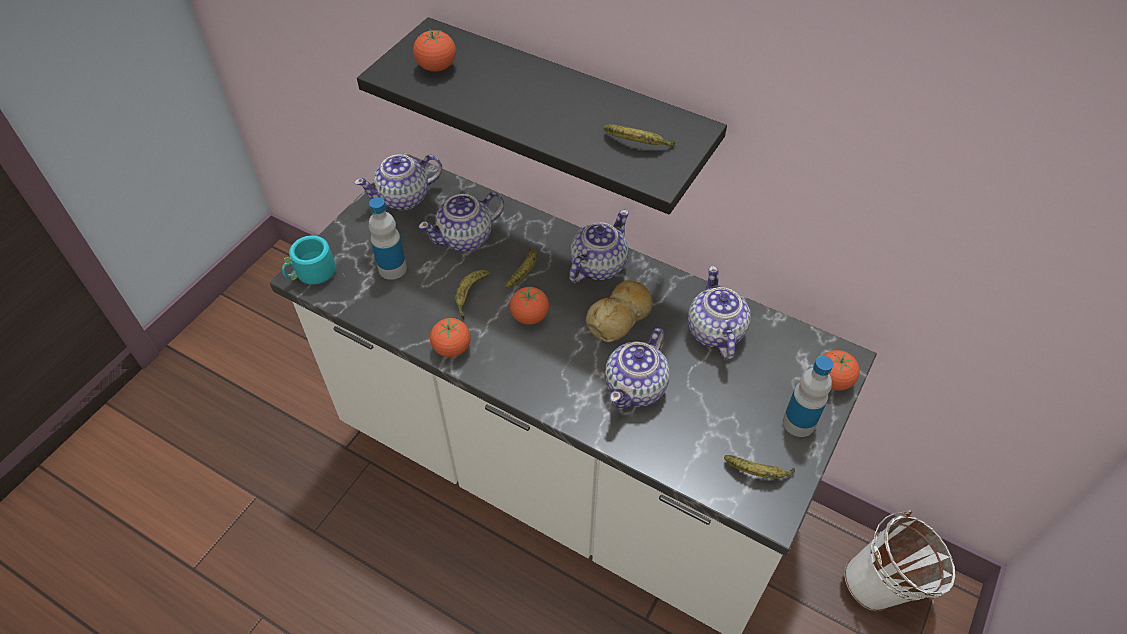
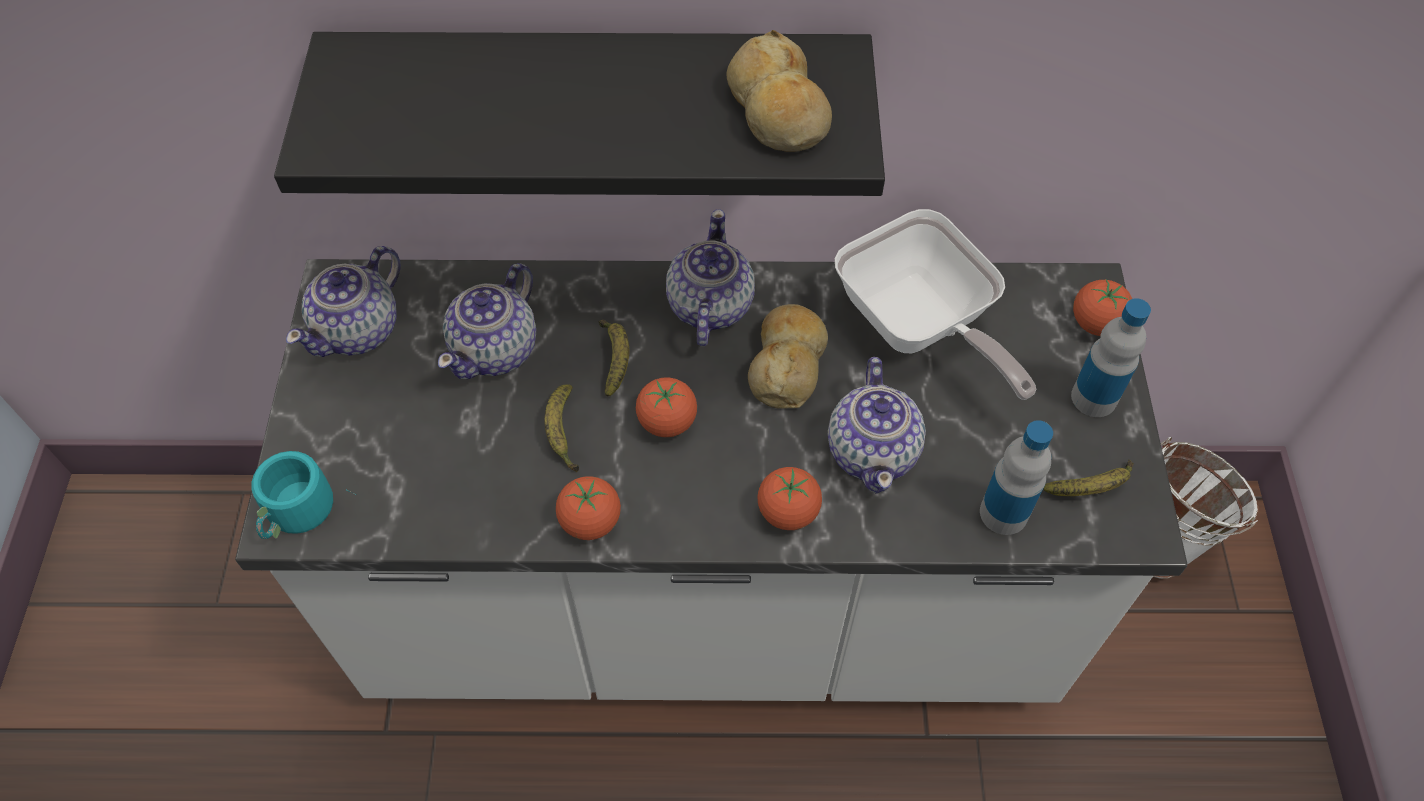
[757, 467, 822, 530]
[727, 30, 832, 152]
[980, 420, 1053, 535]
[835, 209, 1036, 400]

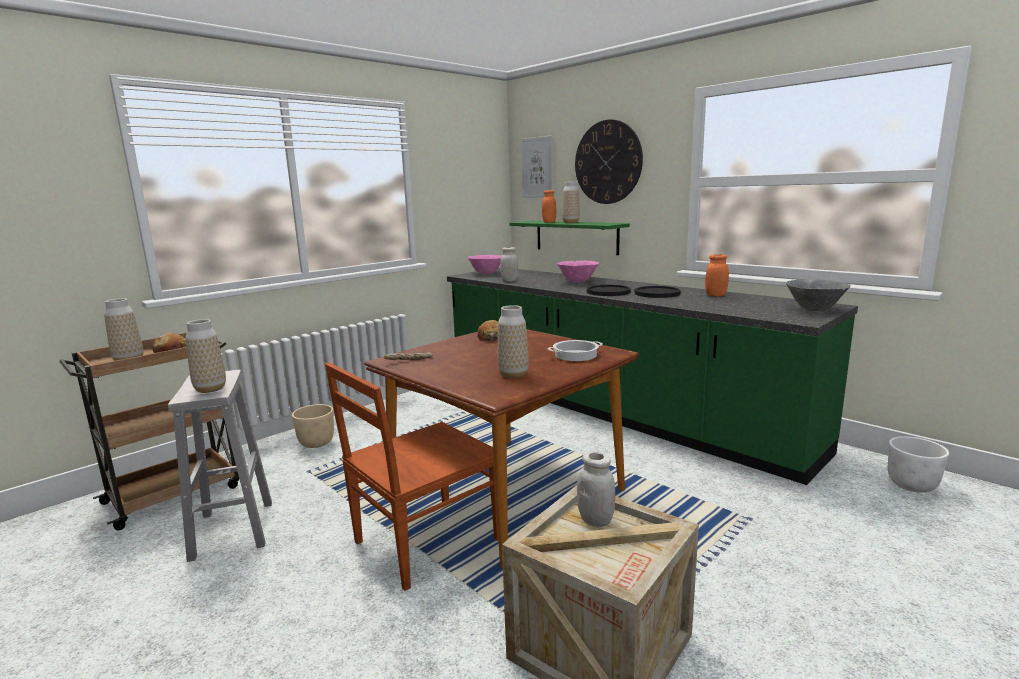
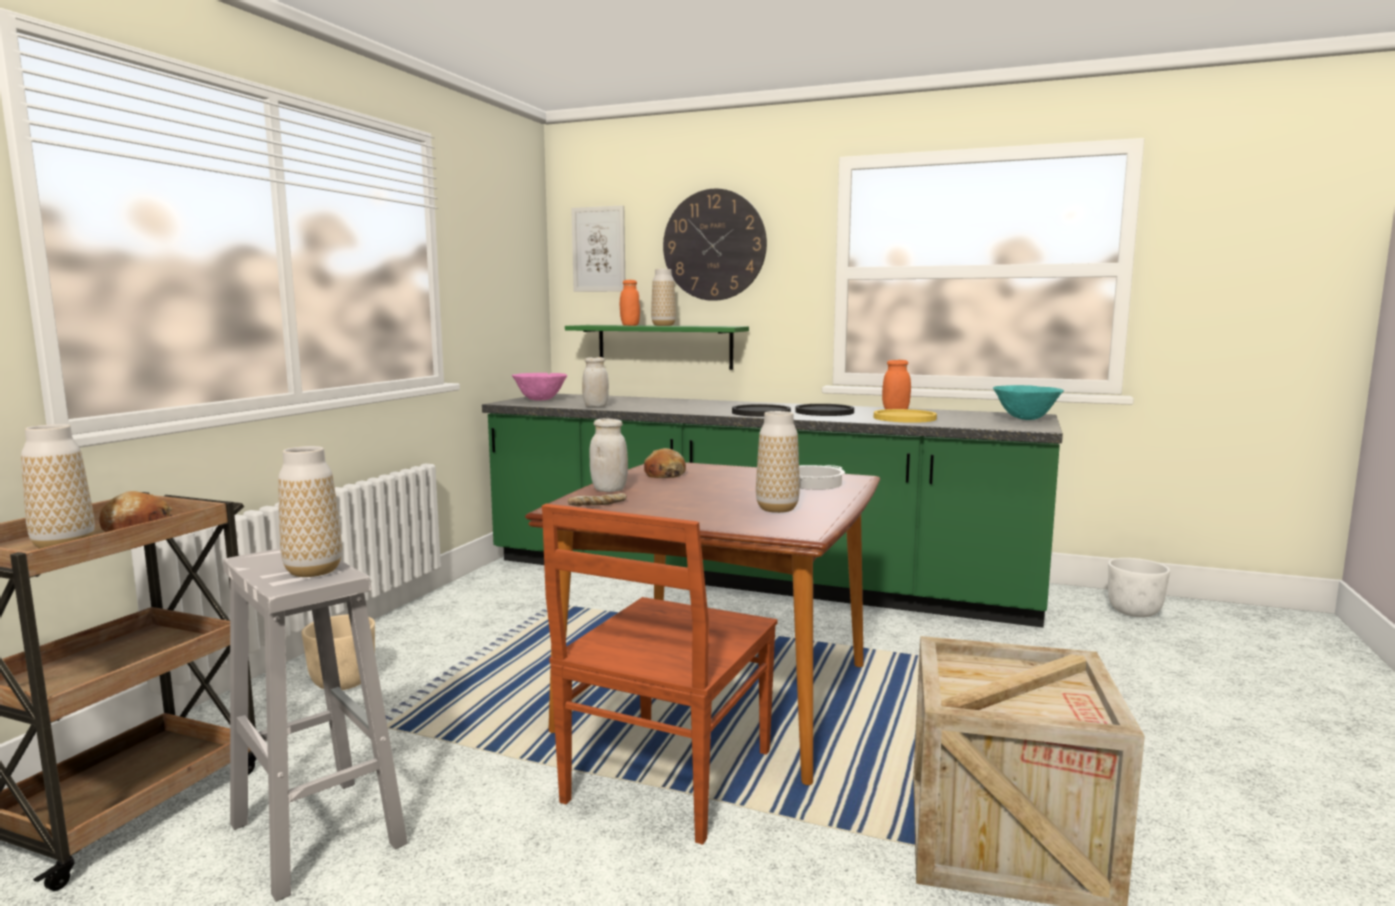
[557, 261, 599, 283] (first image)
[993, 385, 1064, 420]
[589, 418, 628, 492]
[874, 409, 937, 423]

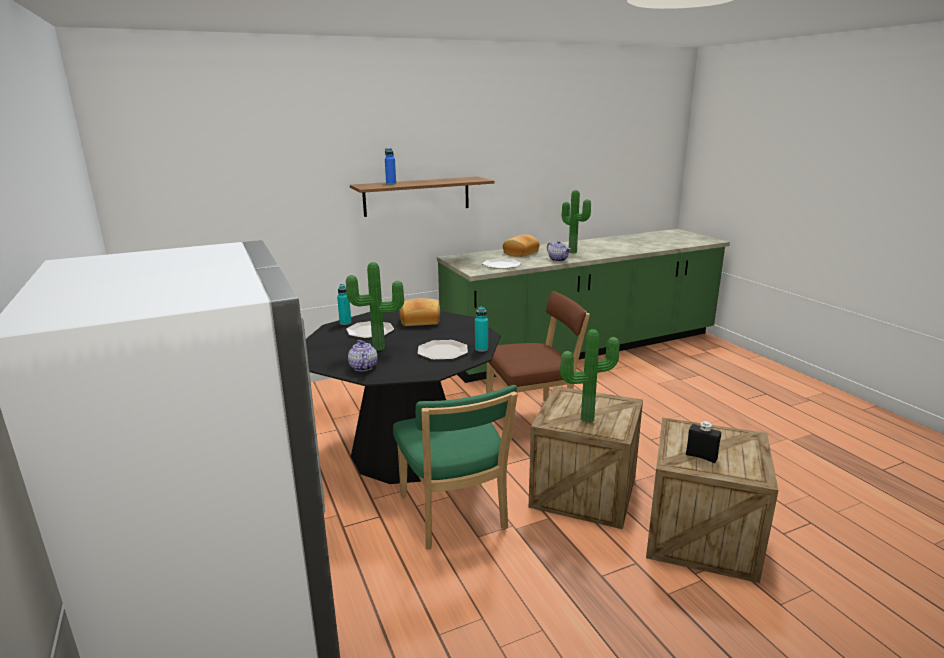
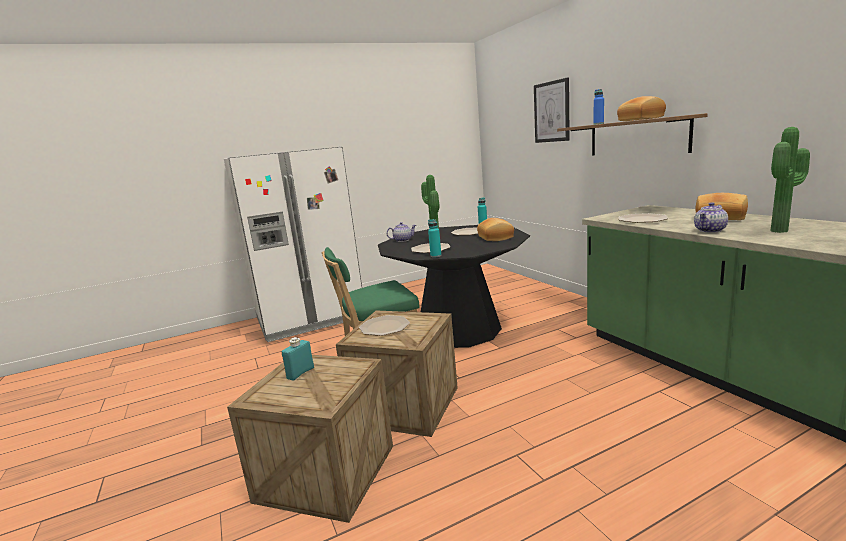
[486, 291, 590, 440] (first image)
[359, 315, 410, 336]
[281, 337, 314, 381]
[534, 77, 570, 143]
[617, 96, 666, 121]

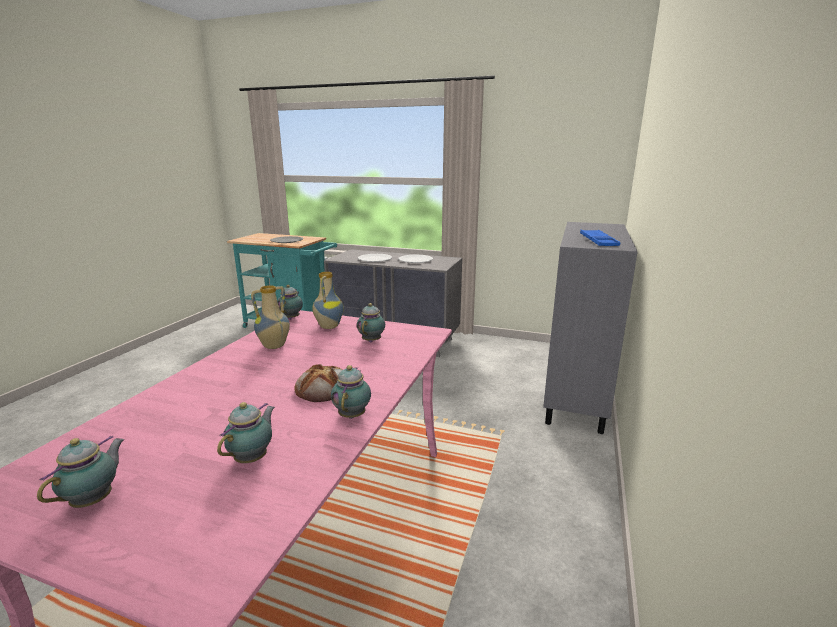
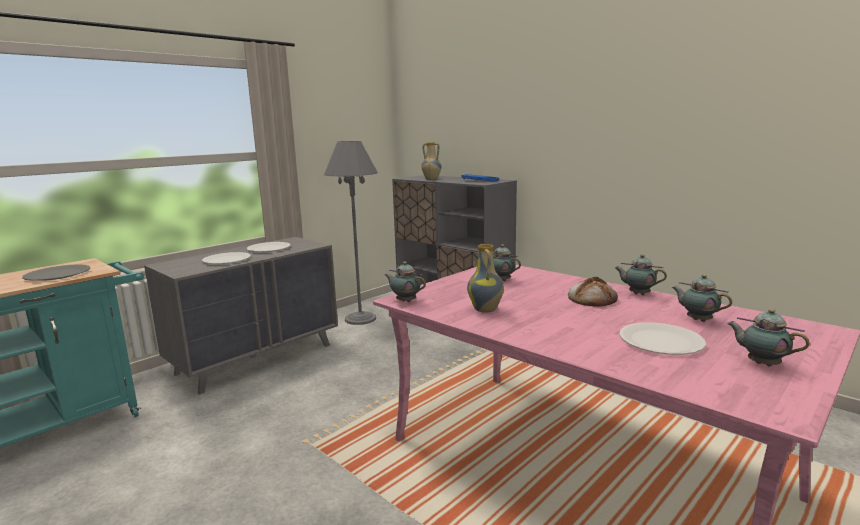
[421, 142, 441, 180]
[324, 141, 378, 325]
[619, 323, 706, 355]

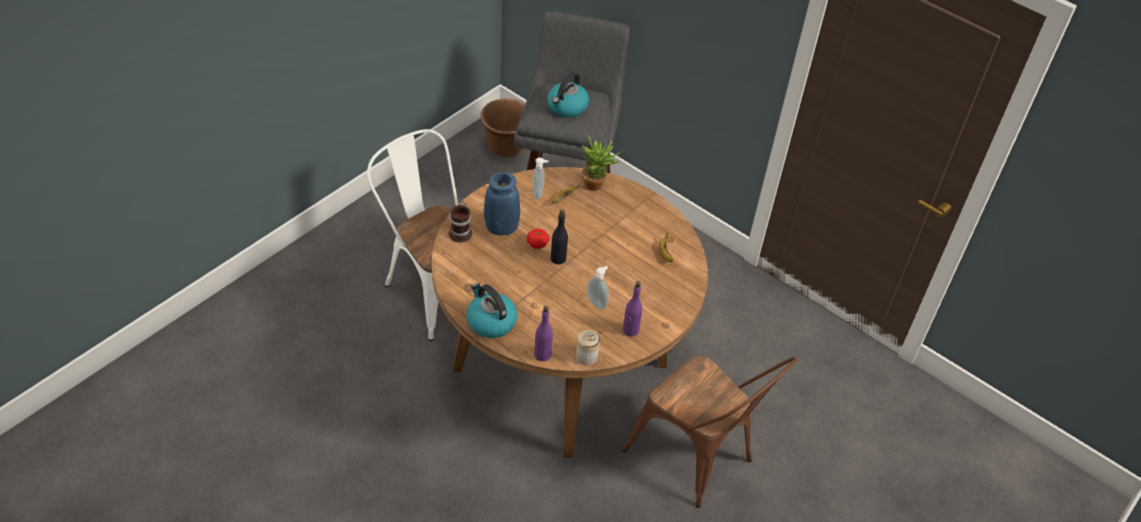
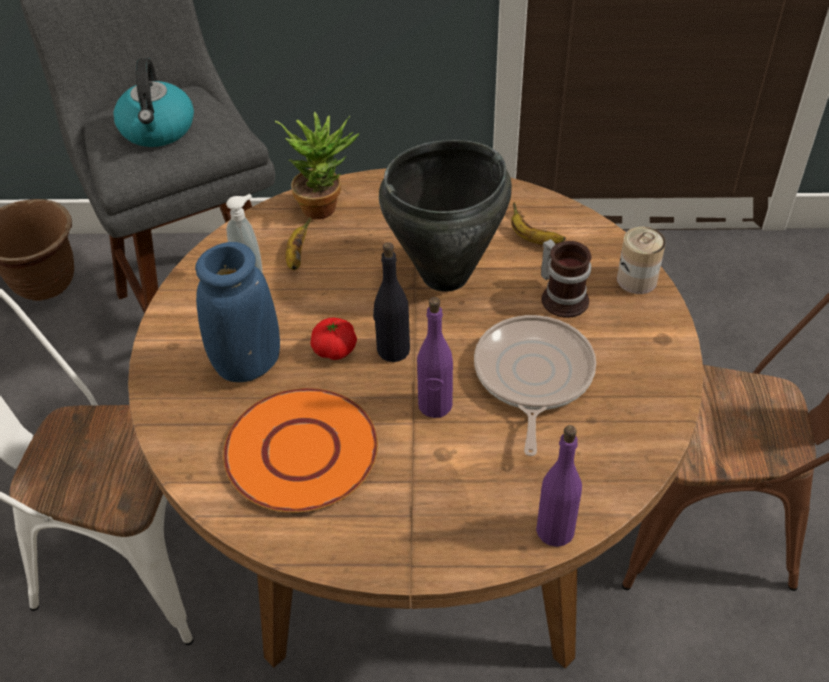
[541, 239, 591, 318]
[474, 315, 596, 456]
[417, 297, 453, 418]
[466, 283, 517, 338] (first image)
[617, 227, 666, 294]
[379, 140, 512, 292]
[223, 388, 378, 513]

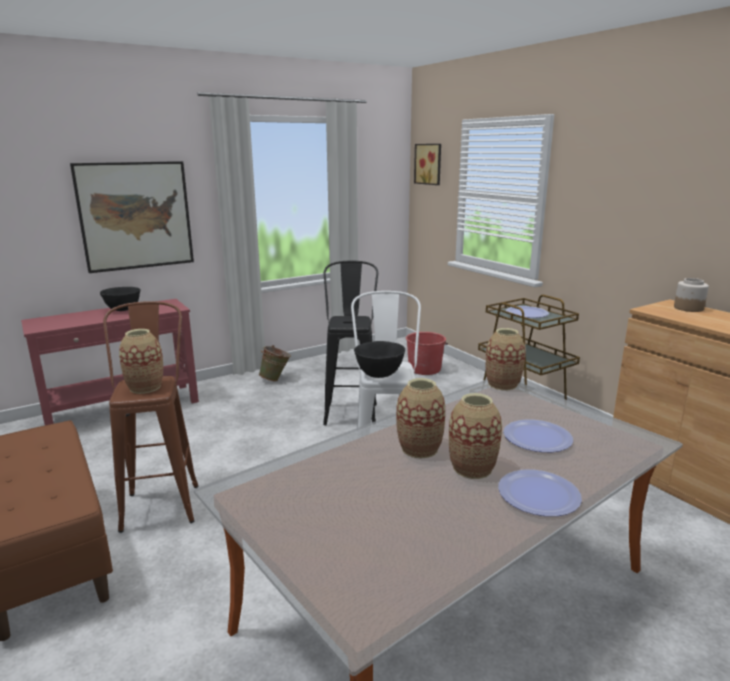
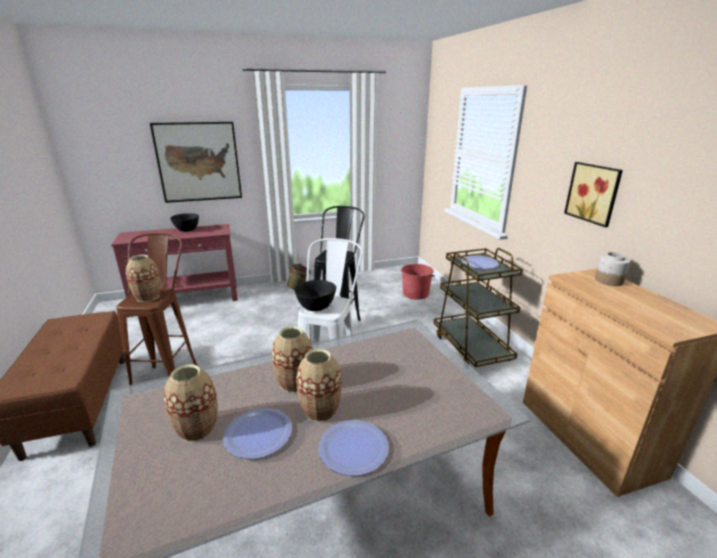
[564, 162, 623, 227]
[164, 364, 218, 442]
[223, 408, 292, 459]

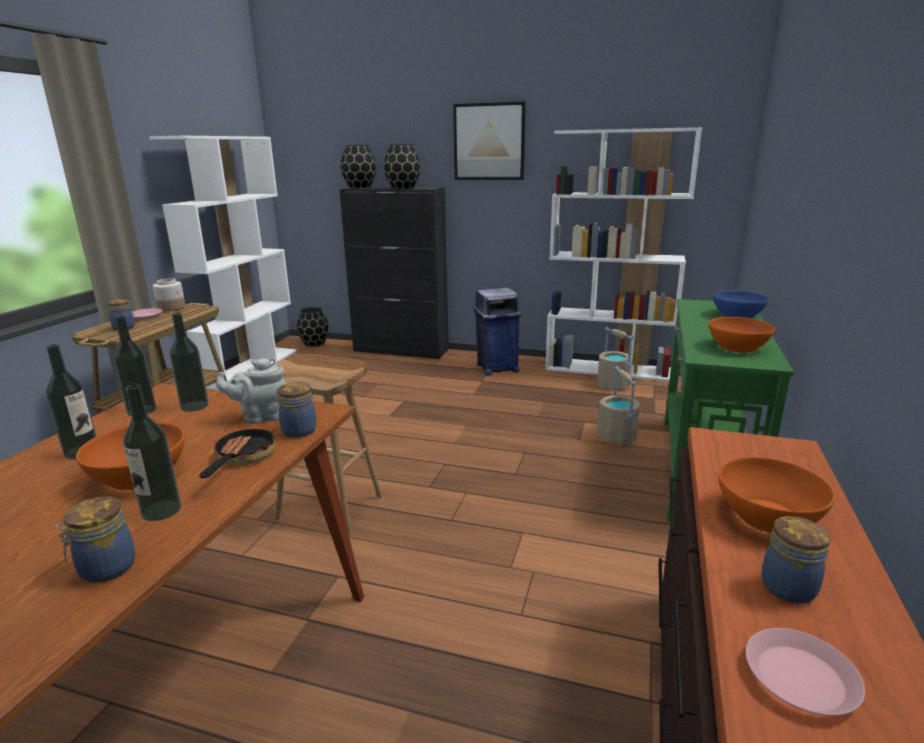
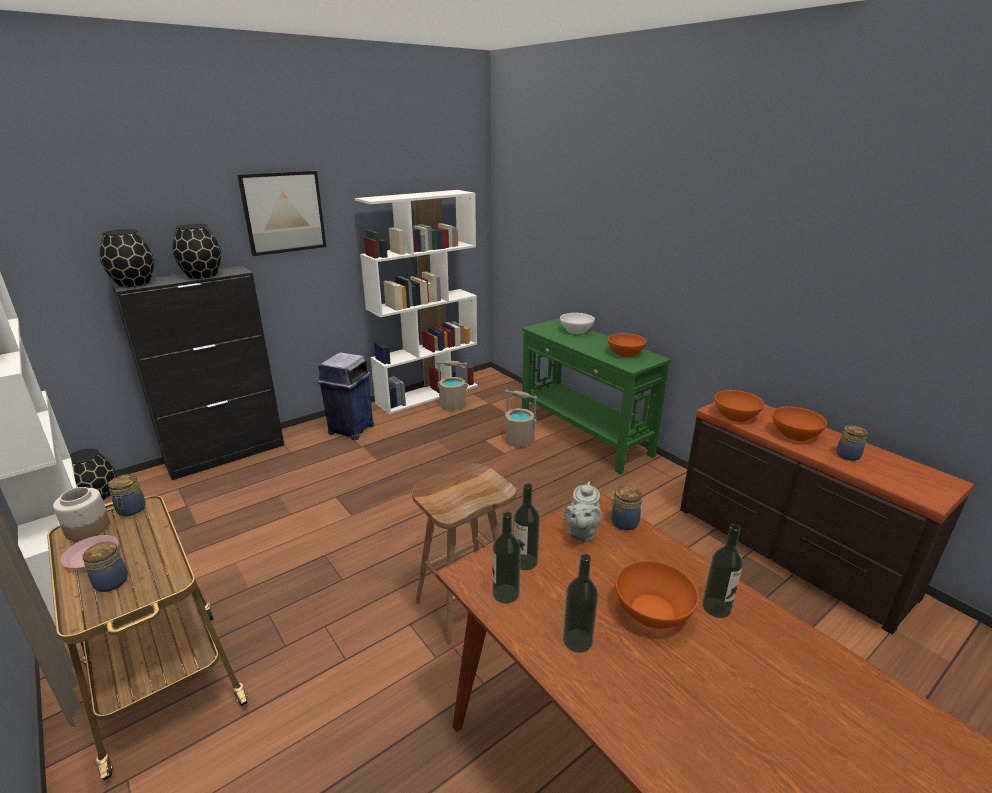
[560, 313, 595, 334]
[199, 425, 276, 478] (first image)
[108, 474, 145, 516]
[746, 628, 865, 716] (first image)
[715, 390, 764, 422]

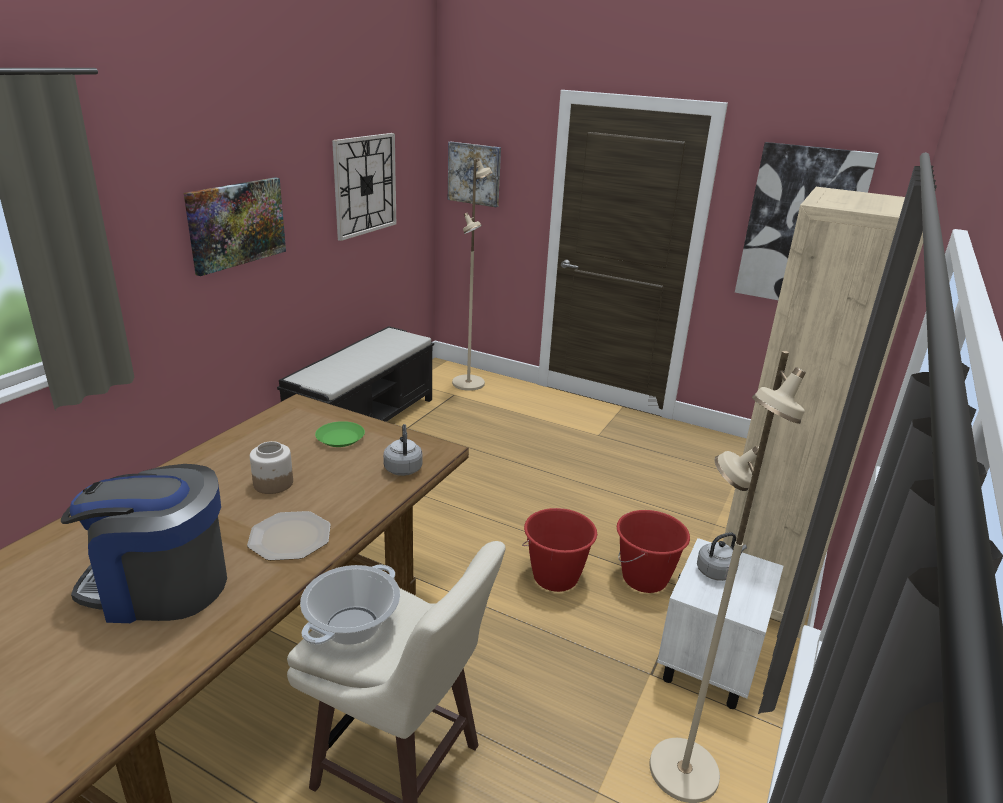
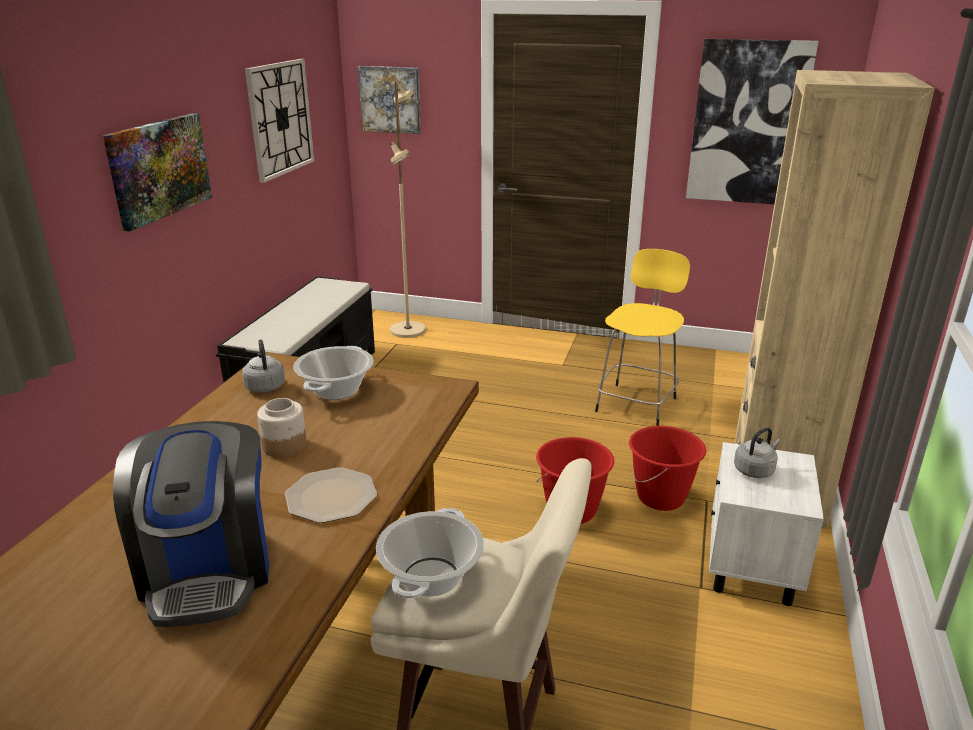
[649, 351, 806, 803] (first image)
[294, 346, 374, 400]
[242, 340, 285, 393]
[113, 421, 269, 627]
[595, 249, 690, 426]

